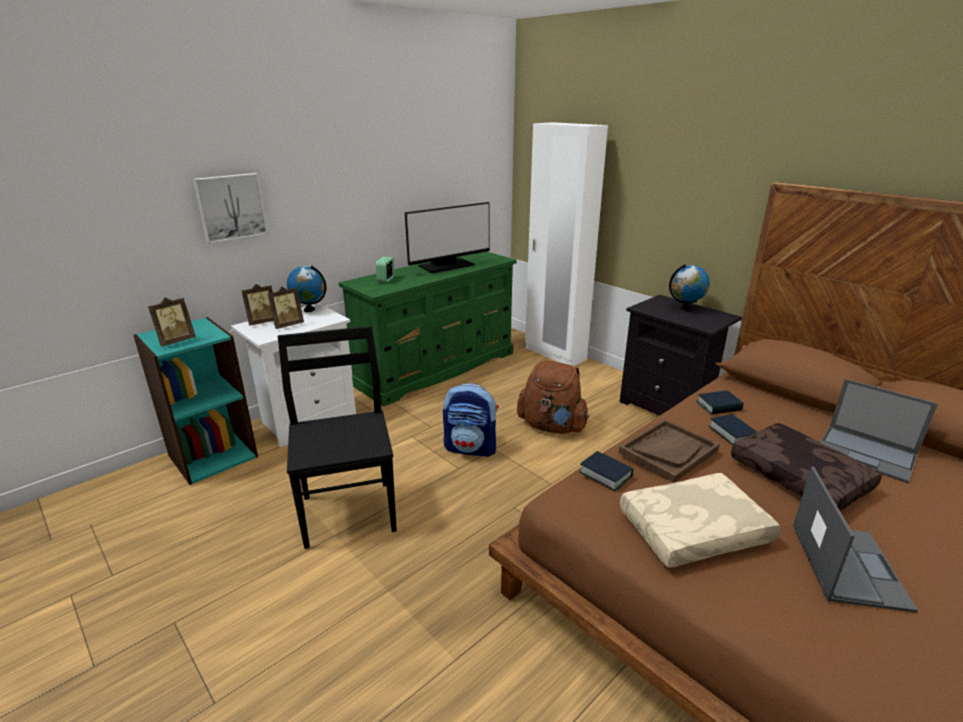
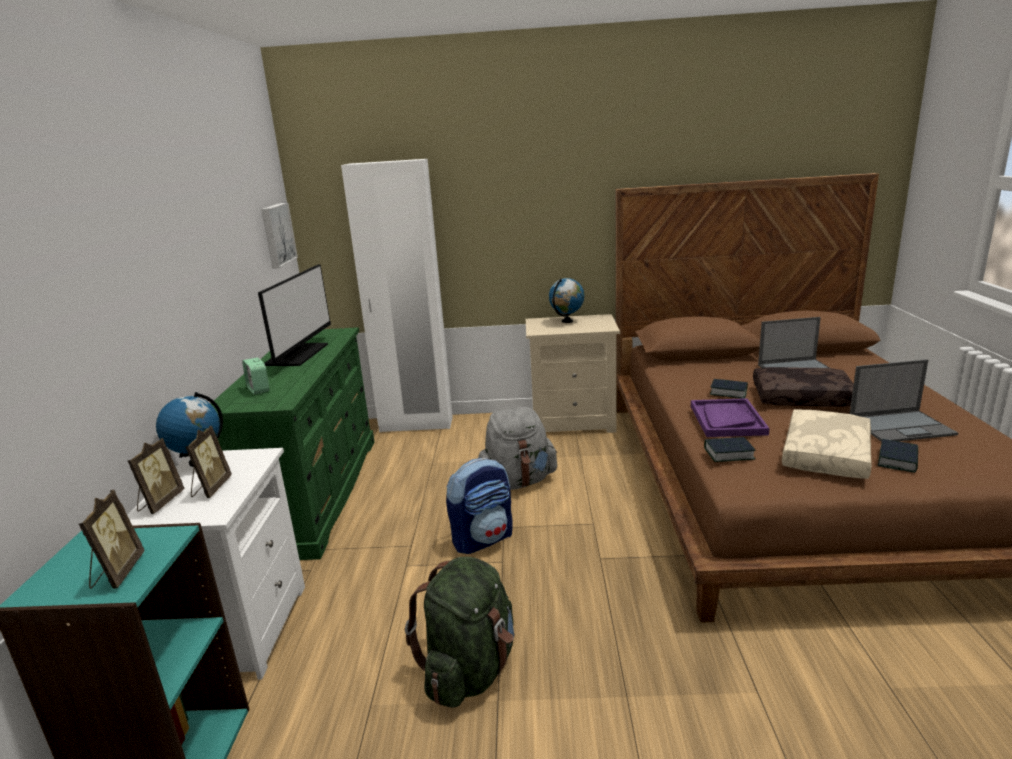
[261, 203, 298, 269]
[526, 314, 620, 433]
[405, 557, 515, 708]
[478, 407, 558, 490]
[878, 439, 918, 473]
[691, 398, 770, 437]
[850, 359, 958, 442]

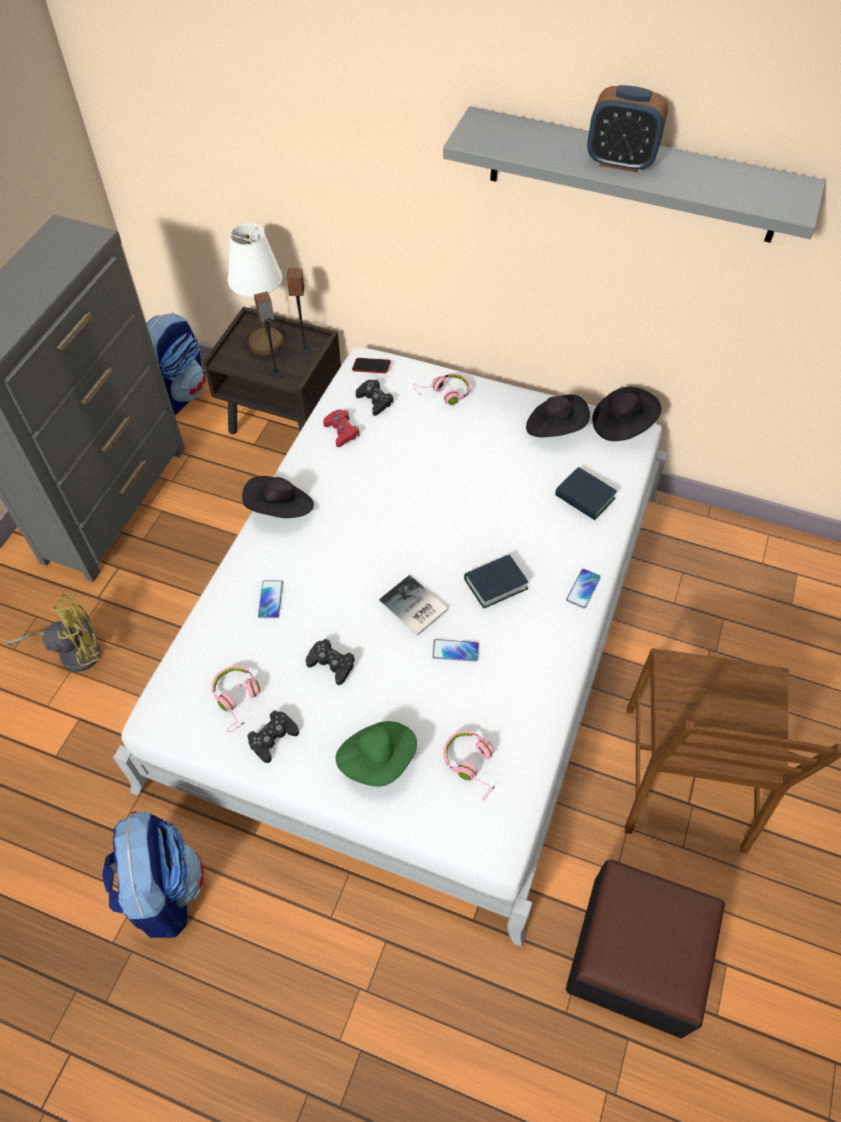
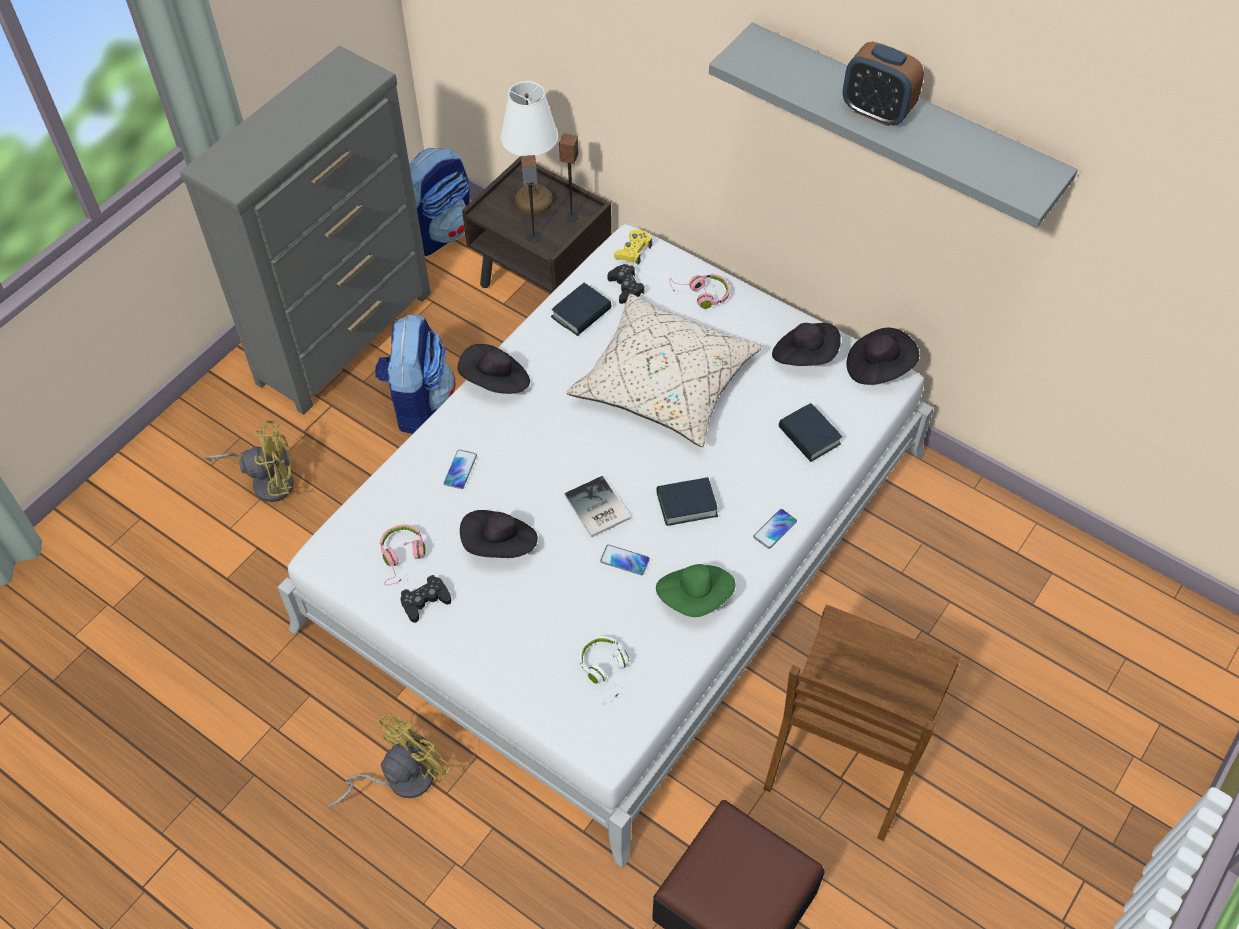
[614, 230, 652, 265]
[551, 283, 611, 336]
[460, 510, 538, 558]
[656, 564, 736, 617]
[579, 636, 629, 704]
[375, 314, 455, 434]
[566, 294, 762, 447]
[327, 715, 453, 807]

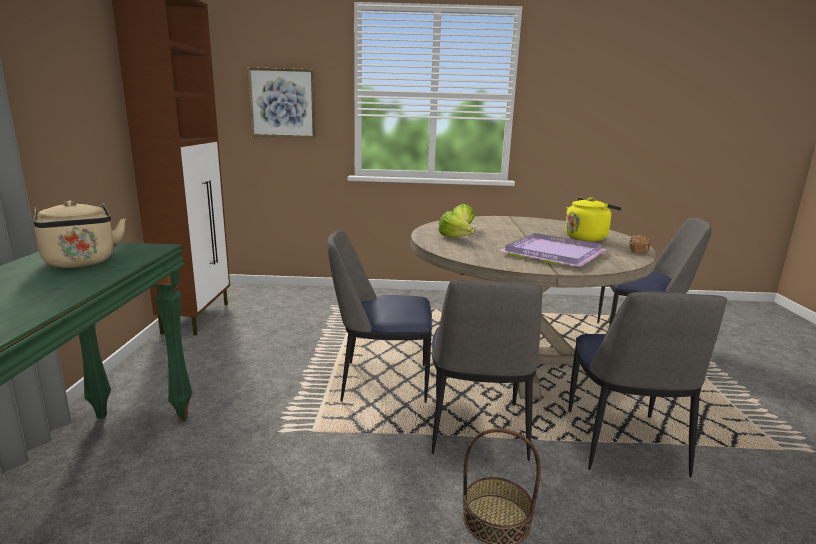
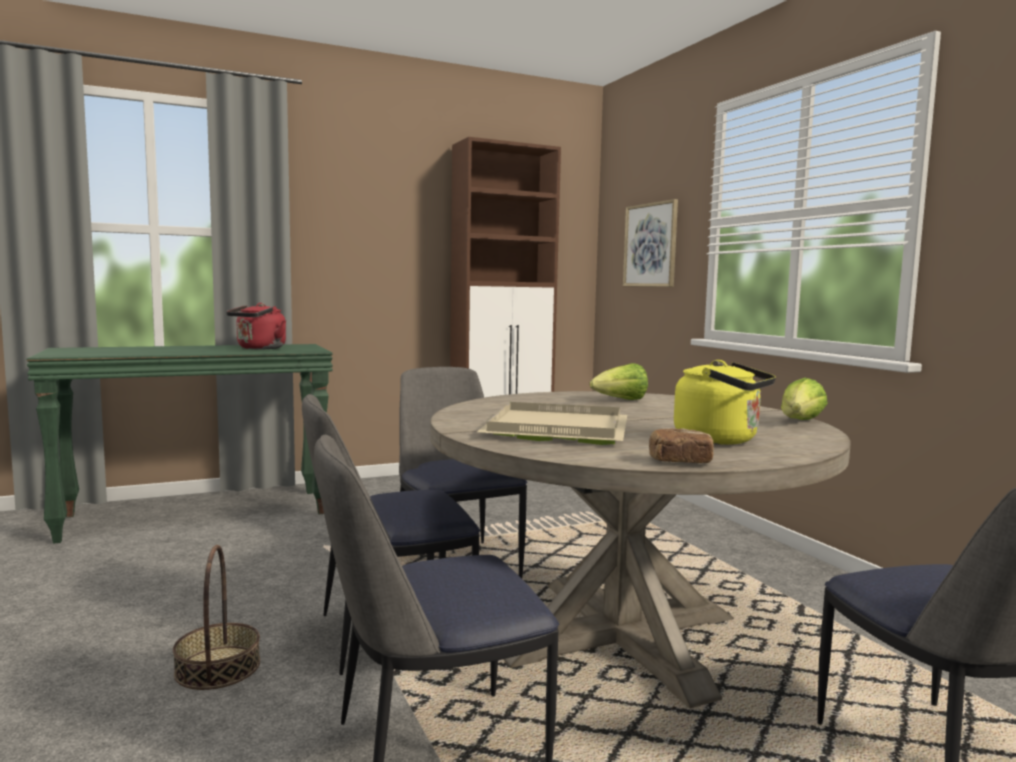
[226, 303, 286, 349]
[781, 378, 828, 420]
[477, 402, 627, 445]

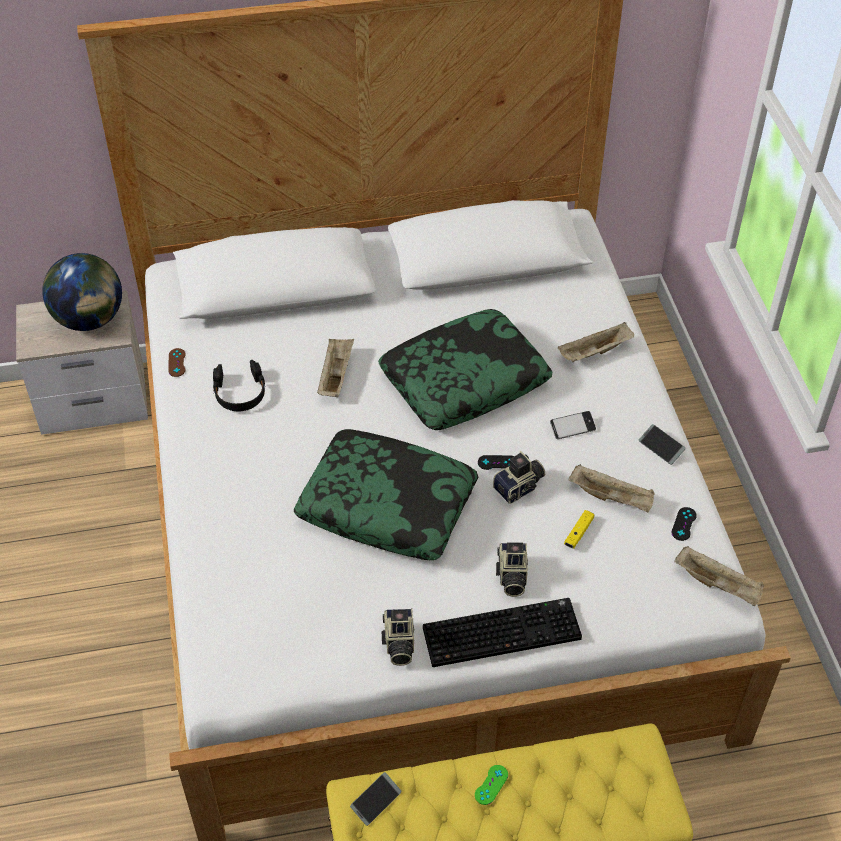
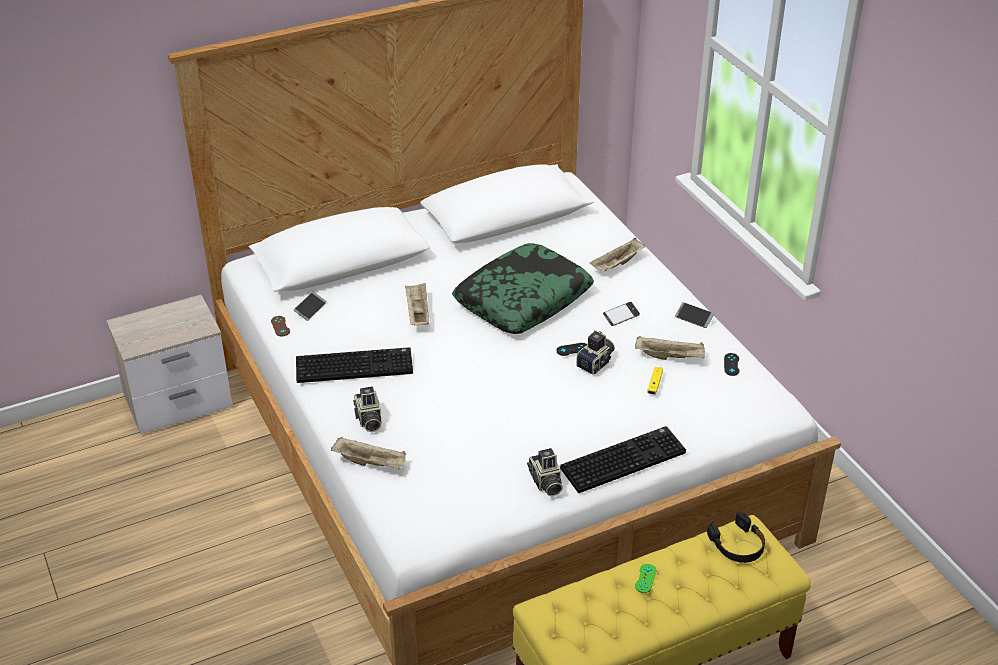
[42, 253, 122, 331] (first image)
[707, 512, 765, 563]
[294, 429, 478, 560] (first image)
[353, 386, 382, 432]
[331, 437, 406, 469]
[294, 291, 327, 321]
[296, 347, 413, 383]

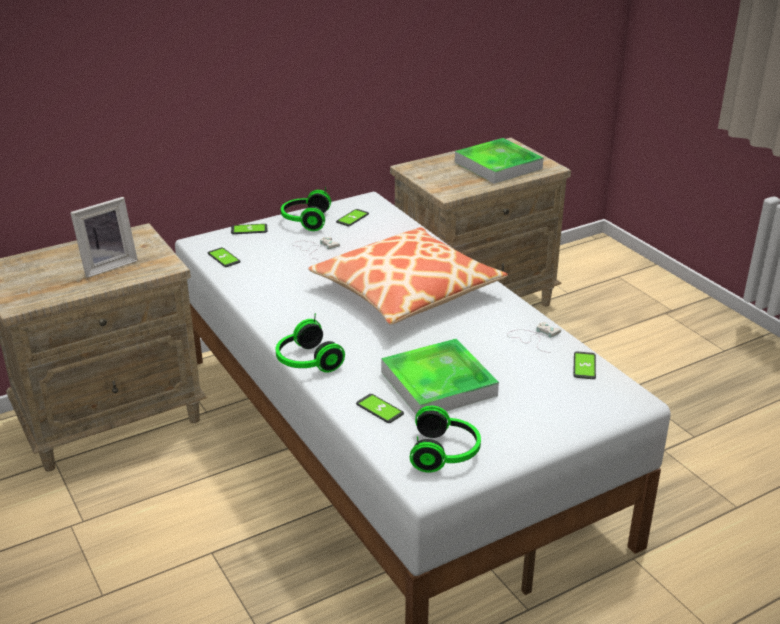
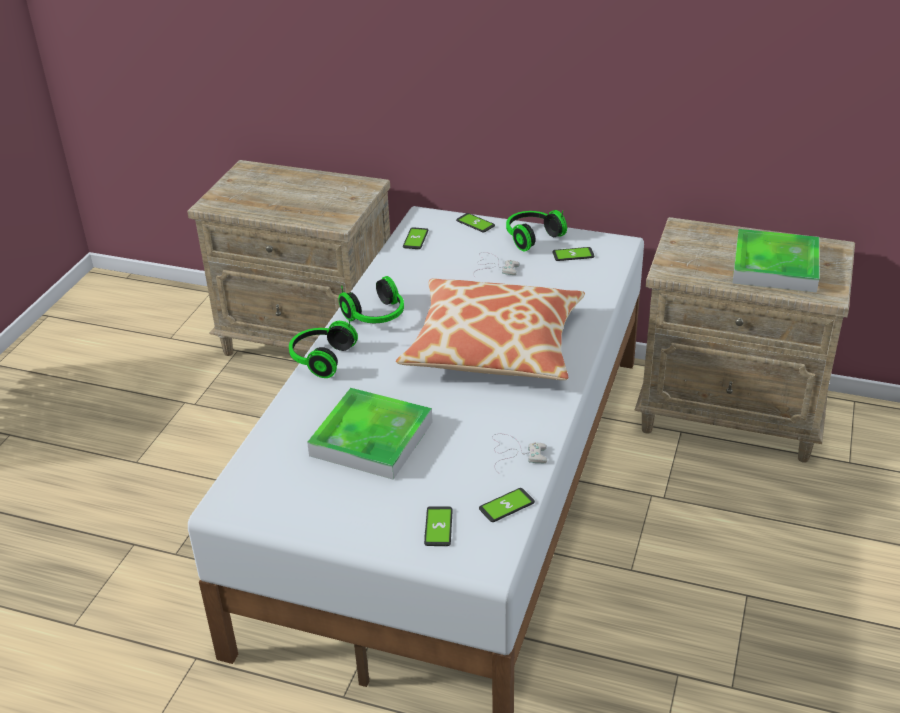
[70, 197, 138, 278] (first image)
[424, 506, 453, 546]
[339, 276, 404, 323]

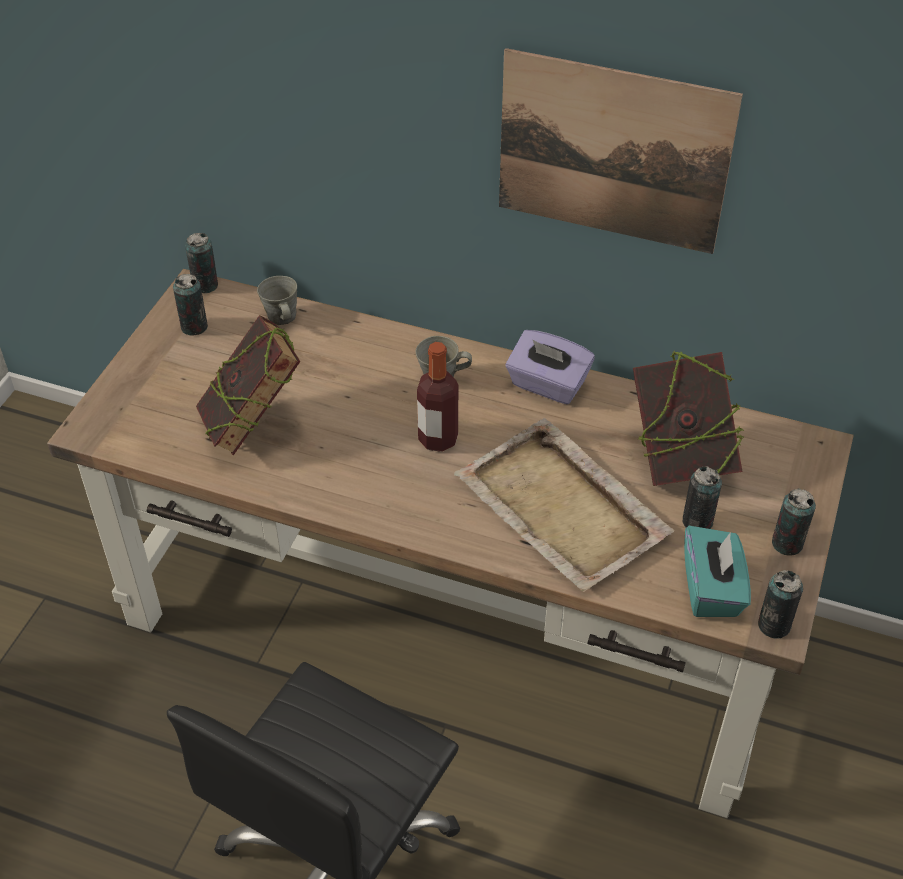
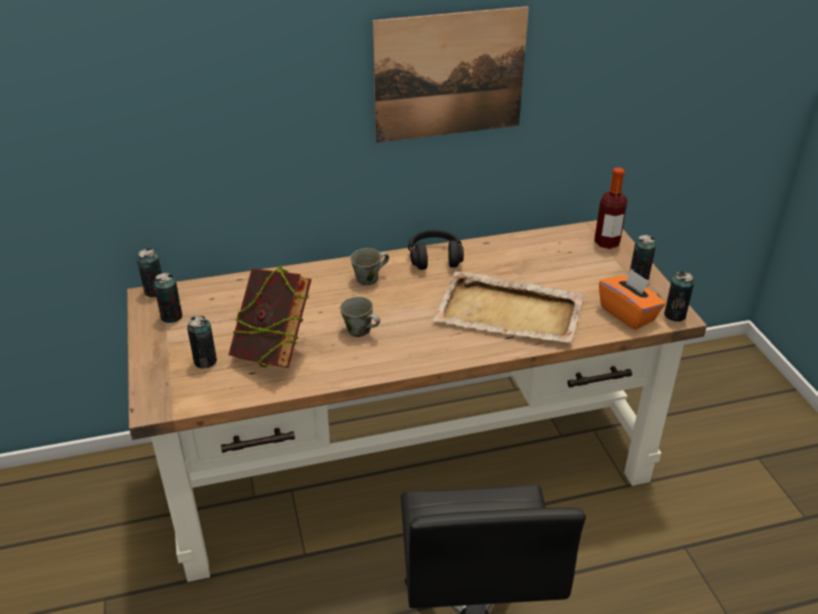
[340, 297, 380, 337]
[408, 230, 464, 270]
[594, 167, 627, 249]
[633, 350, 744, 486] (first image)
[187, 316, 217, 368]
[599, 269, 665, 330]

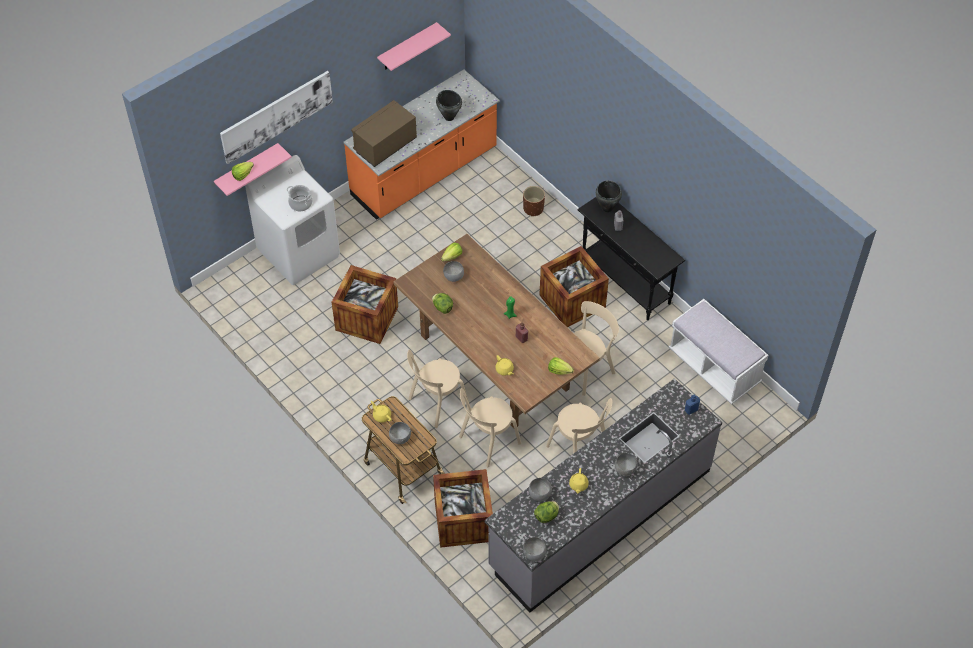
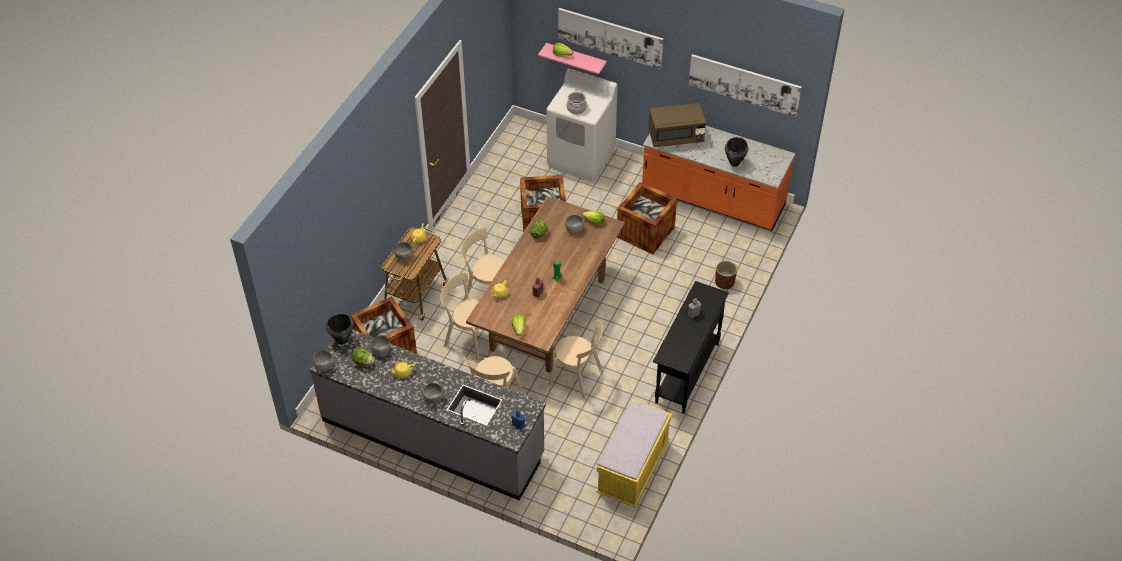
[689, 54, 802, 117]
[648, 103, 706, 147]
[326, 314, 354, 345]
[617, 182, 677, 254]
[596, 400, 672, 507]

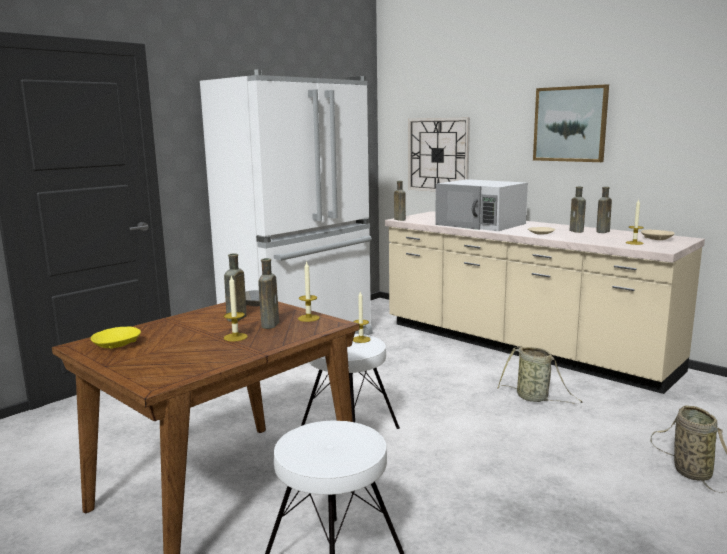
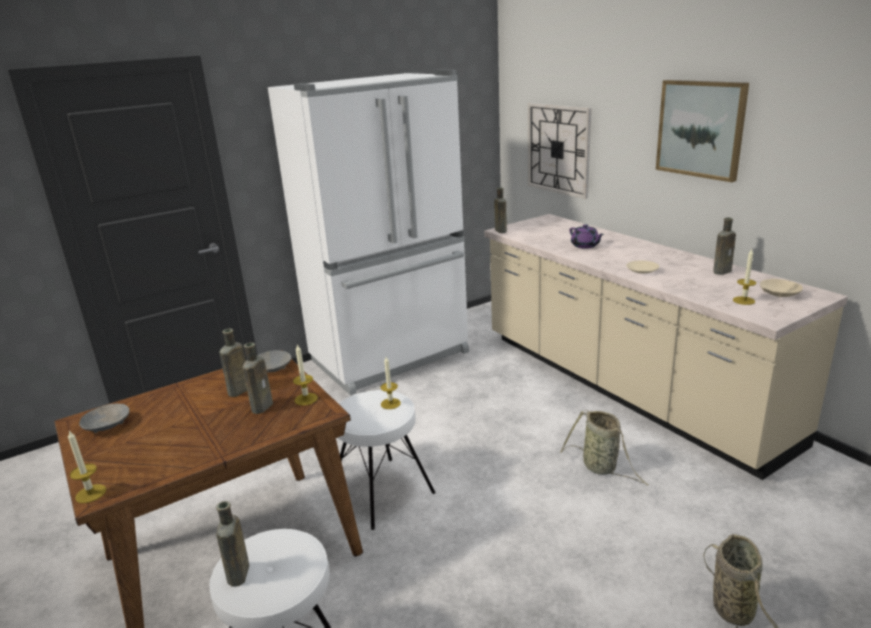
[570, 224, 604, 249]
[216, 501, 249, 587]
[68, 430, 106, 503]
[79, 404, 130, 433]

